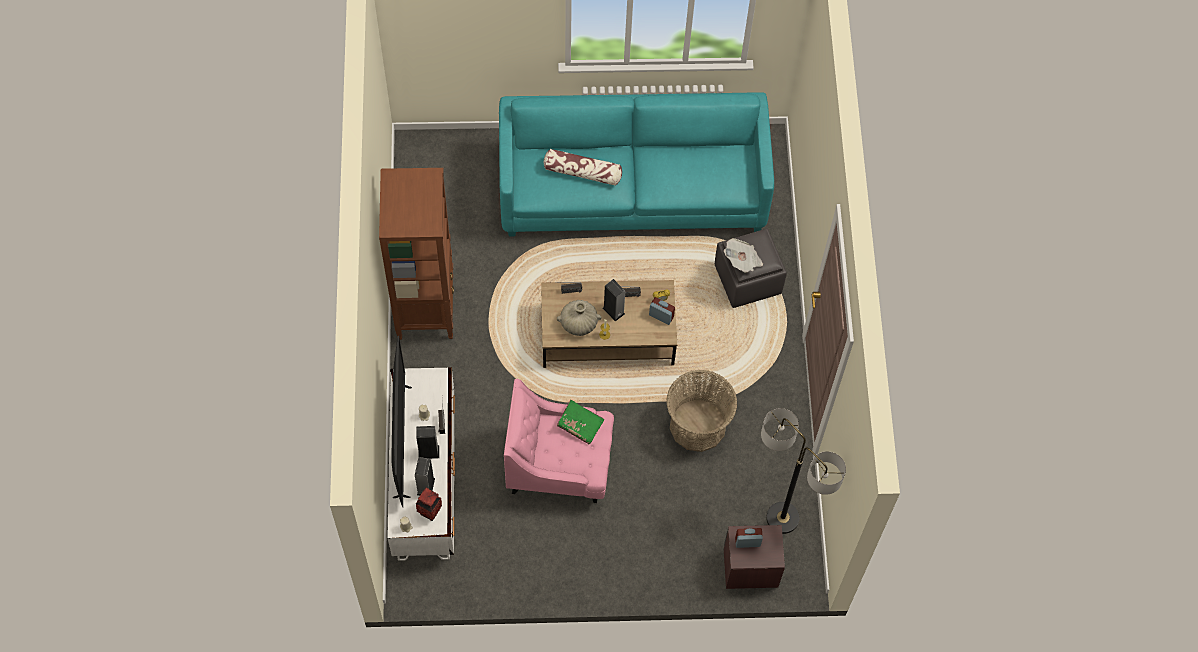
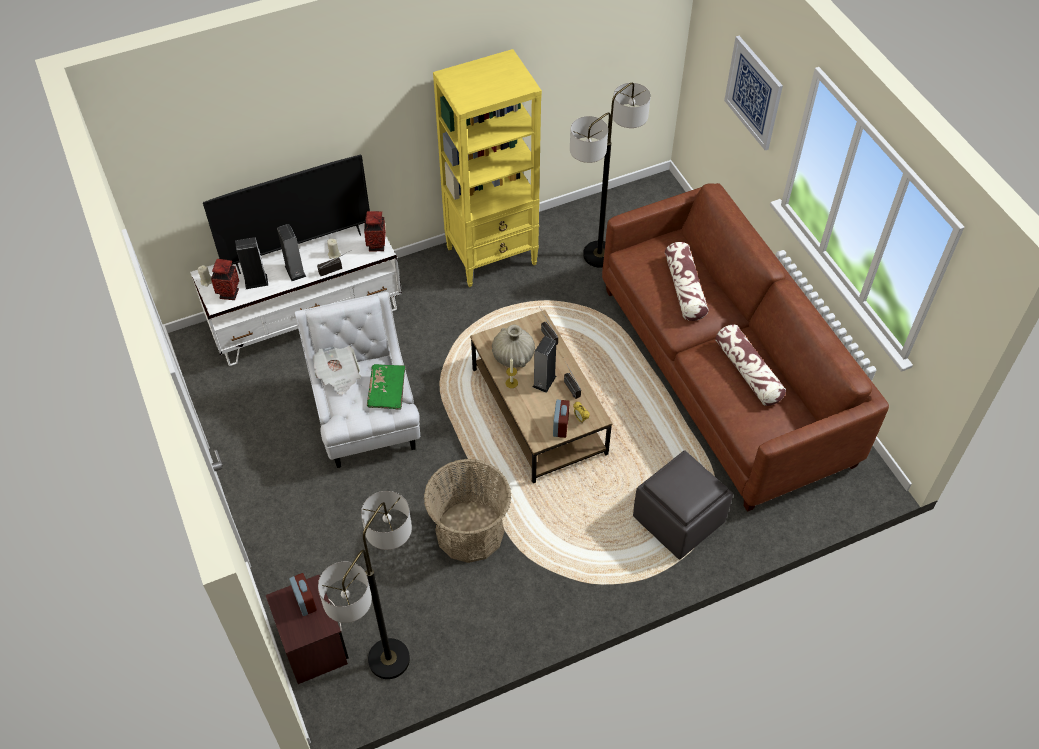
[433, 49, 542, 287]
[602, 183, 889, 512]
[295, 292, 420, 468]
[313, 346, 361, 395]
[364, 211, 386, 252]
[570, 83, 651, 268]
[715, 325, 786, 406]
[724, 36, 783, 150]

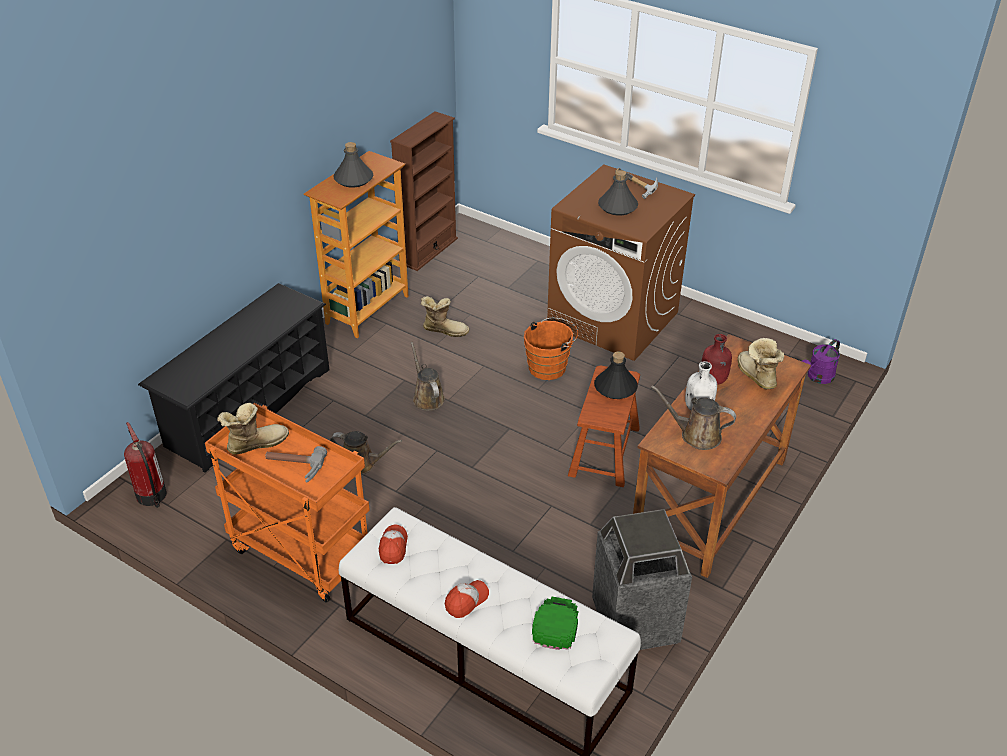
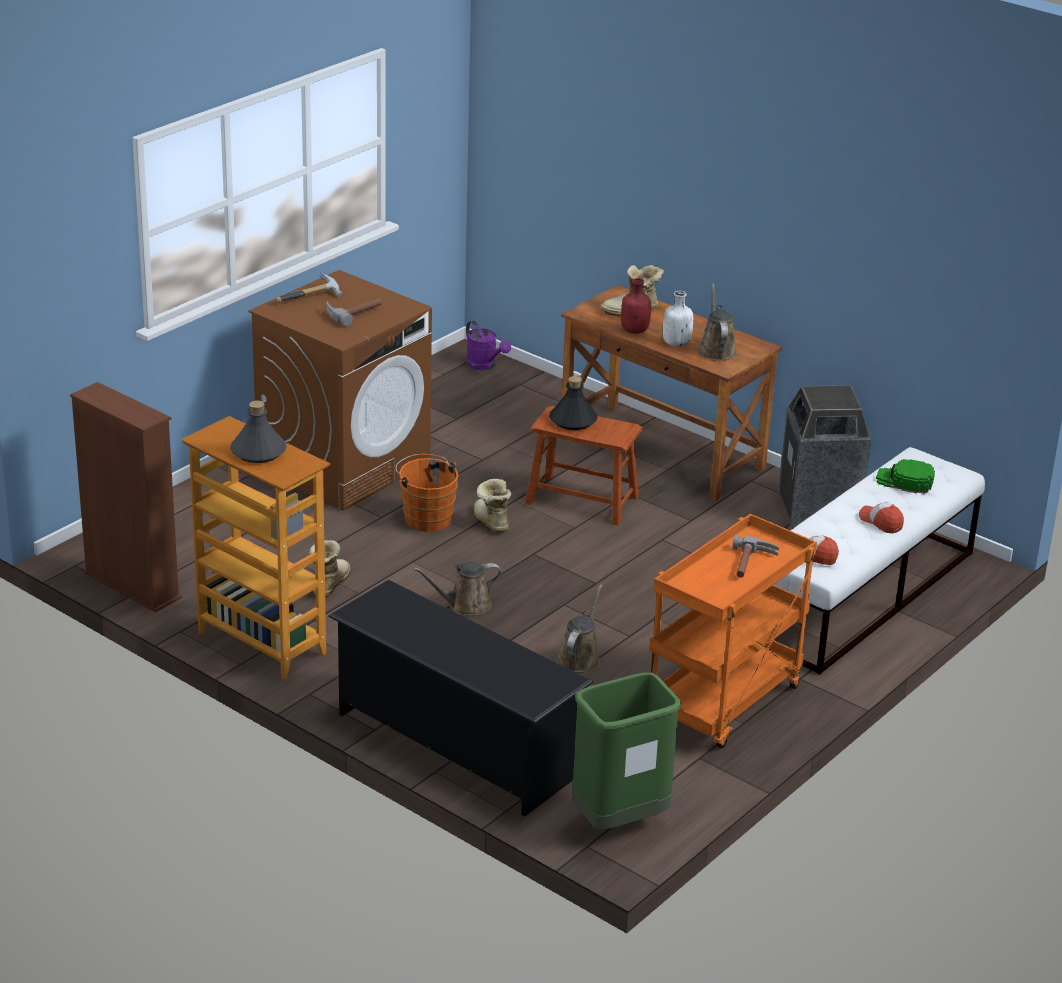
[572, 673, 681, 829]
[474, 479, 511, 532]
[326, 298, 382, 327]
[698, 283, 737, 361]

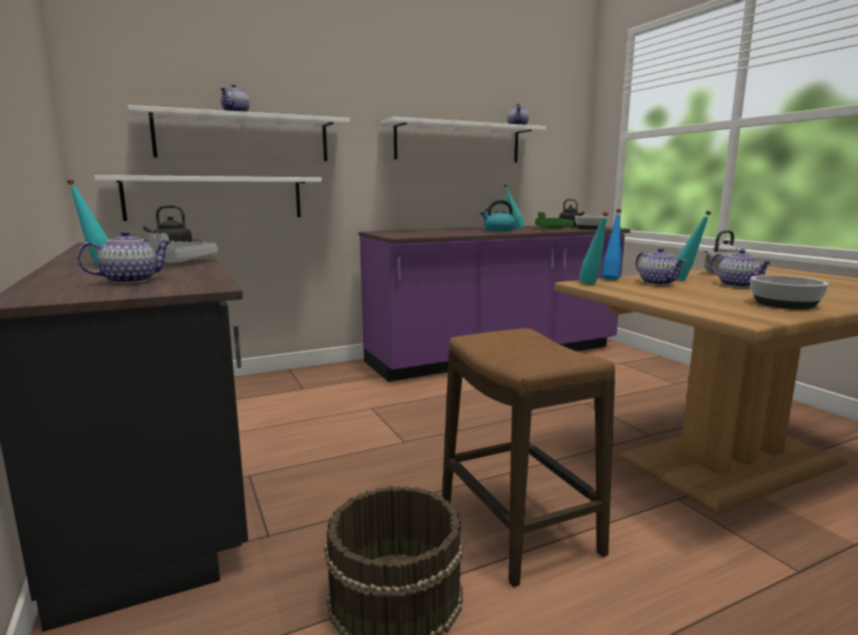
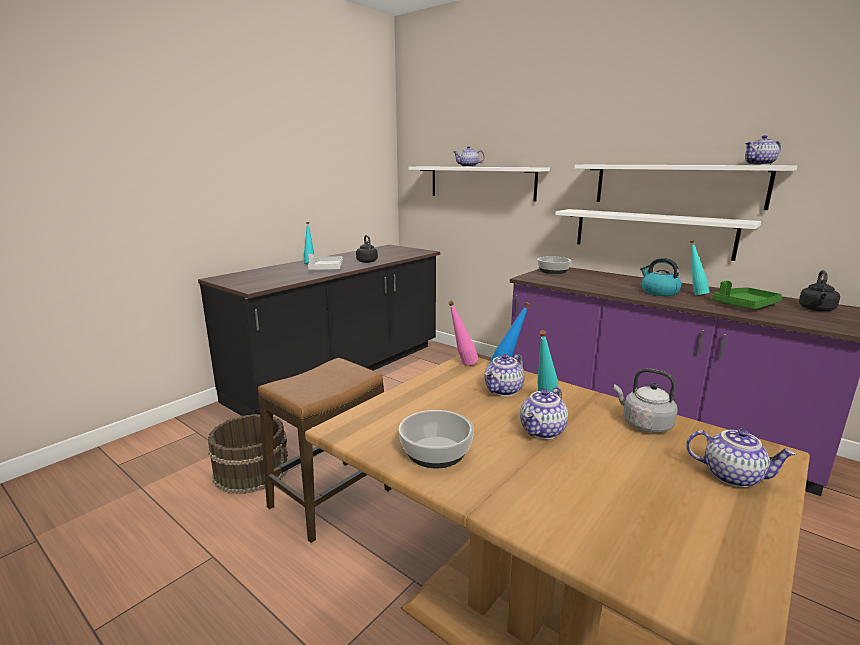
[686, 429, 797, 487]
[555, 209, 761, 261]
[537, 256, 571, 274]
[448, 301, 478, 366]

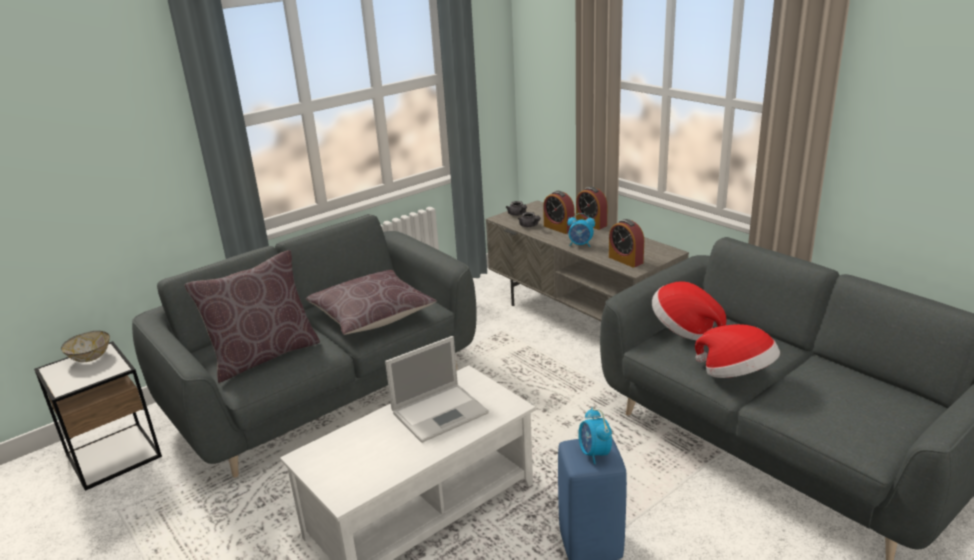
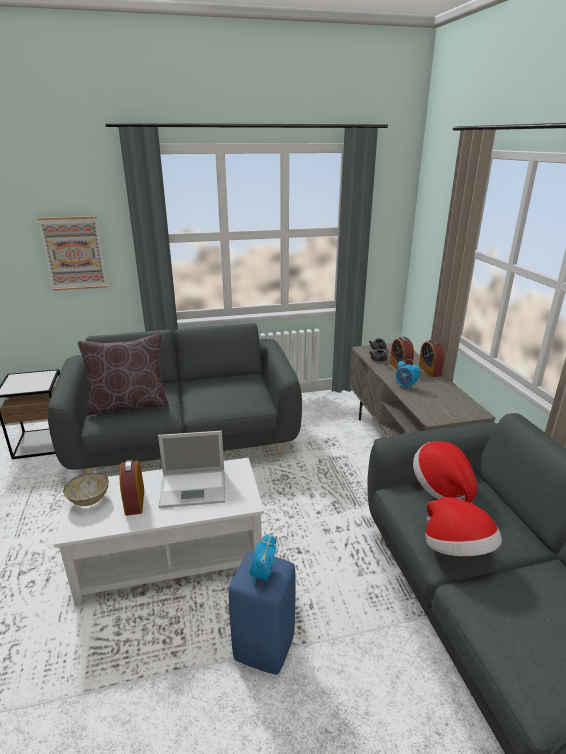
[63, 473, 109, 506]
[306, 270, 436, 335] (first image)
[120, 460, 144, 516]
[37, 216, 108, 291]

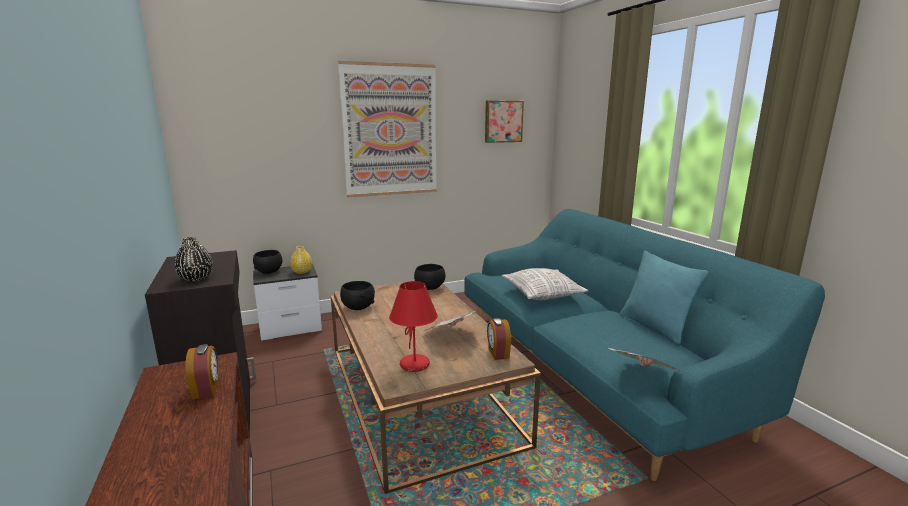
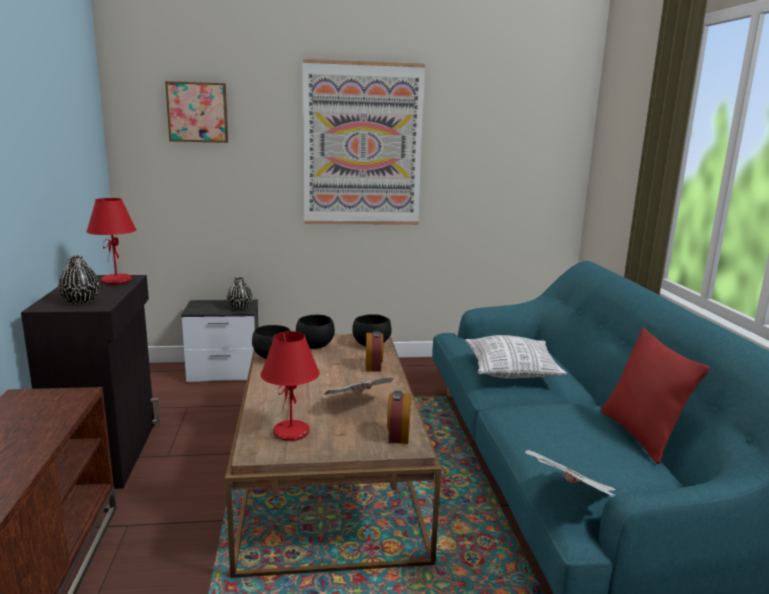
[366, 331, 384, 372]
[296, 315, 335, 349]
[227, 277, 252, 310]
[165, 81, 228, 143]
[601, 328, 710, 464]
[86, 198, 137, 285]

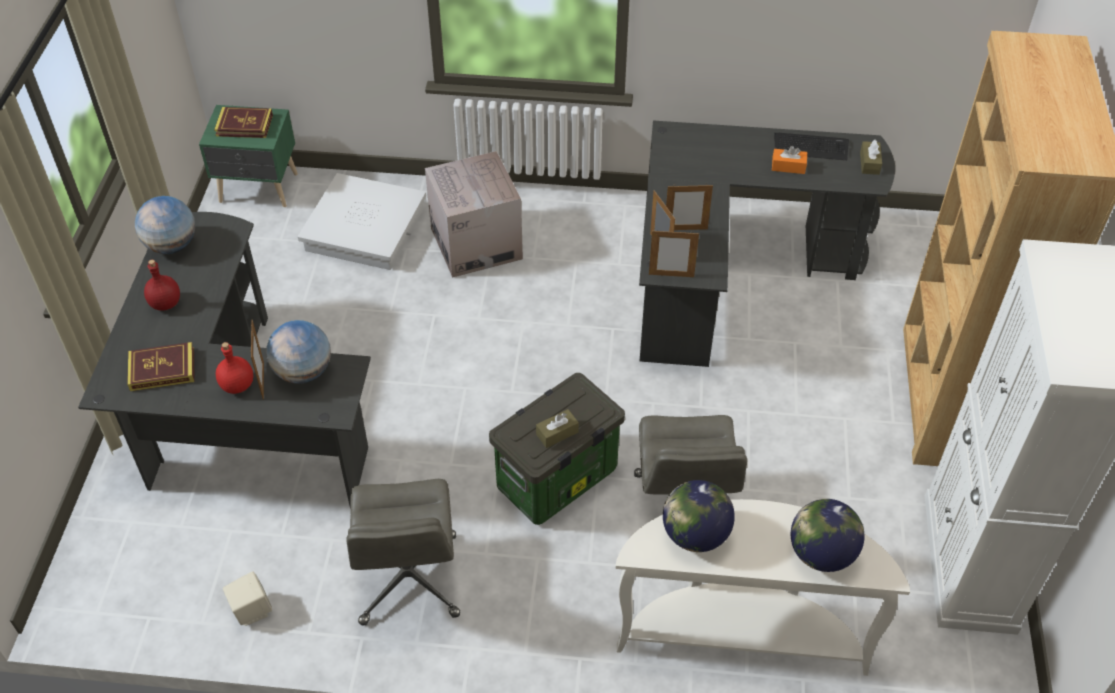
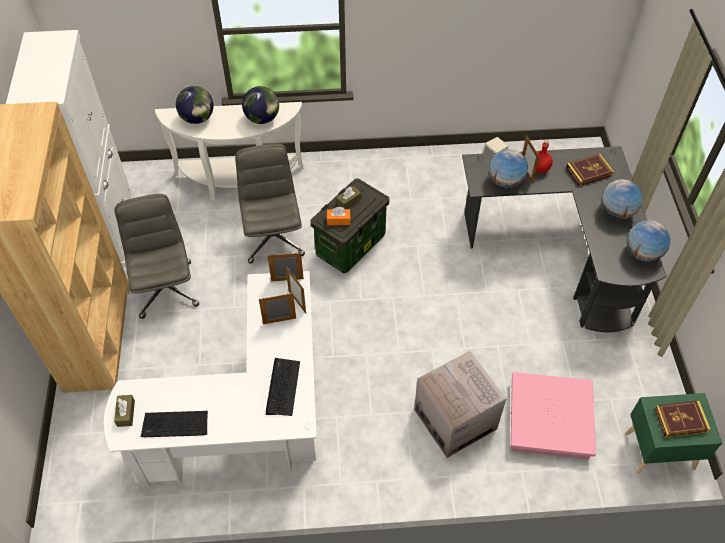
[601, 179, 643, 219]
[510, 372, 596, 459]
[114, 194, 199, 319]
[104, 271, 317, 488]
[327, 207, 351, 225]
[266, 358, 300, 416]

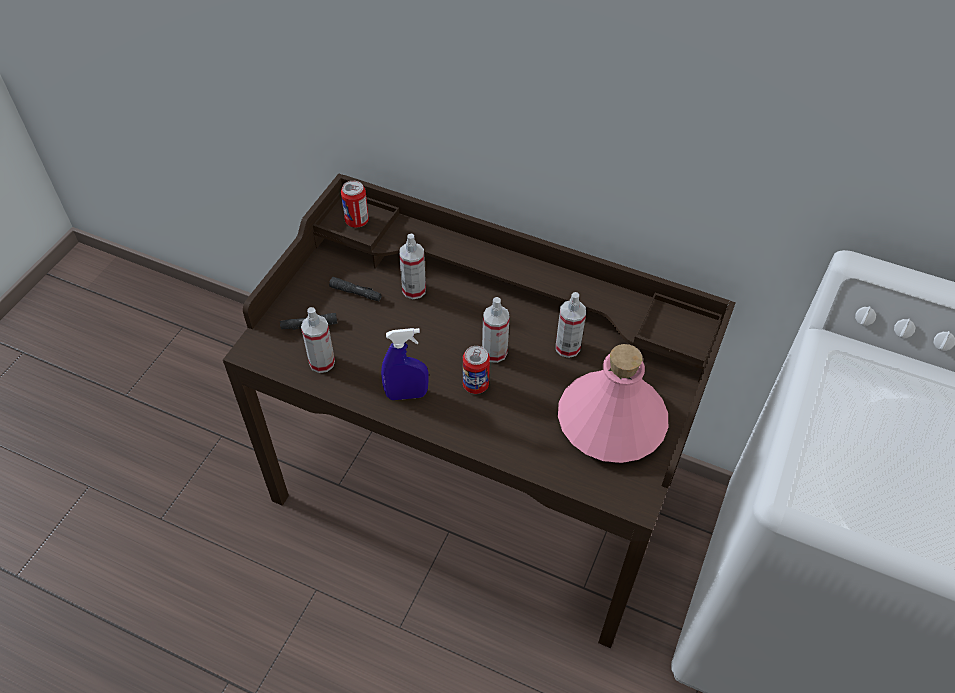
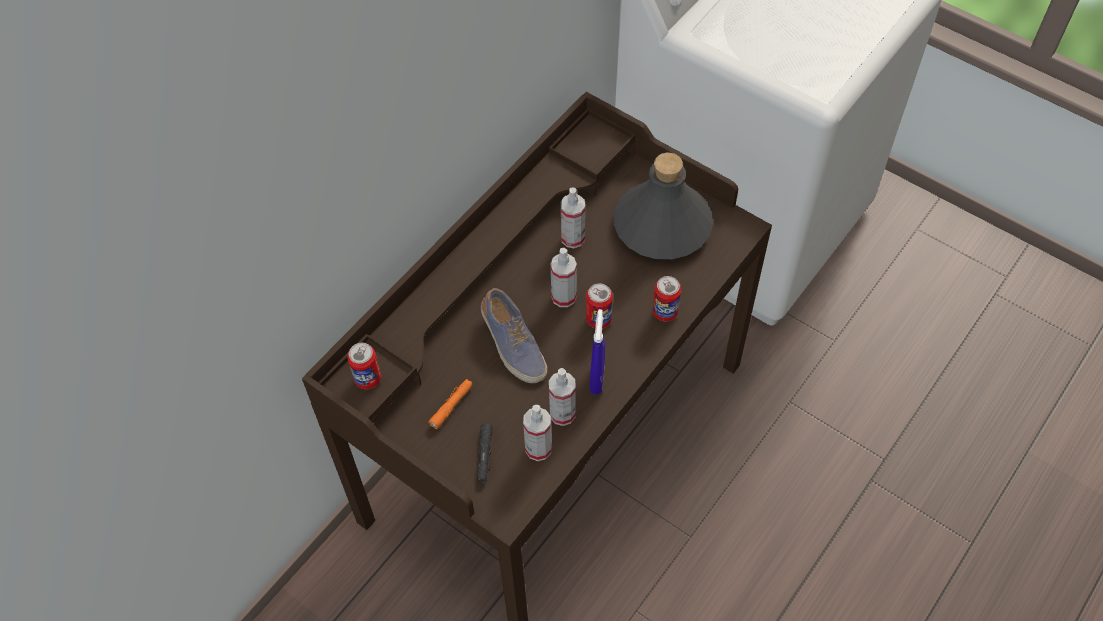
[428, 379, 472, 429]
[549, 368, 576, 426]
[613, 153, 713, 259]
[481, 288, 547, 383]
[653, 276, 681, 321]

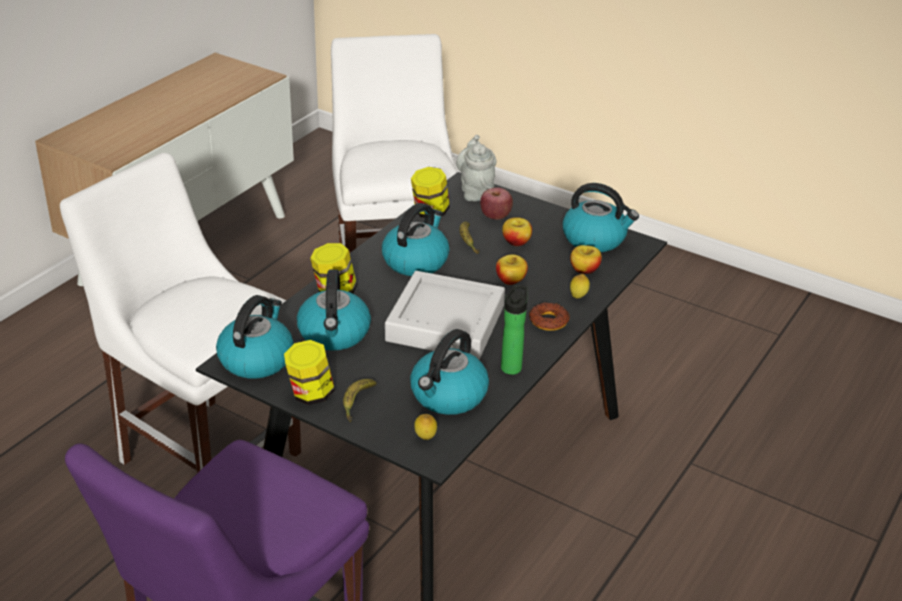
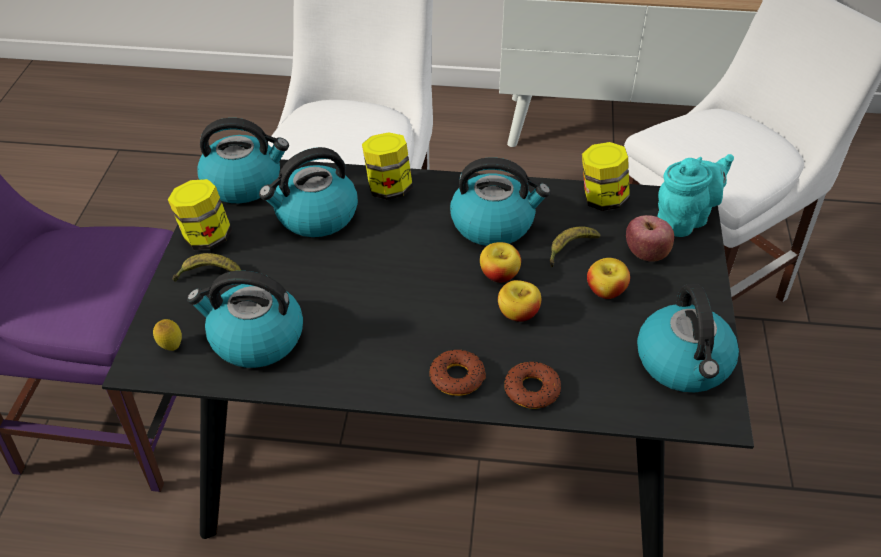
[385, 271, 505, 359] (first image)
[657, 154, 734, 237]
[501, 285, 527, 375] (first image)
[480, 242, 521, 283]
[504, 361, 561, 409]

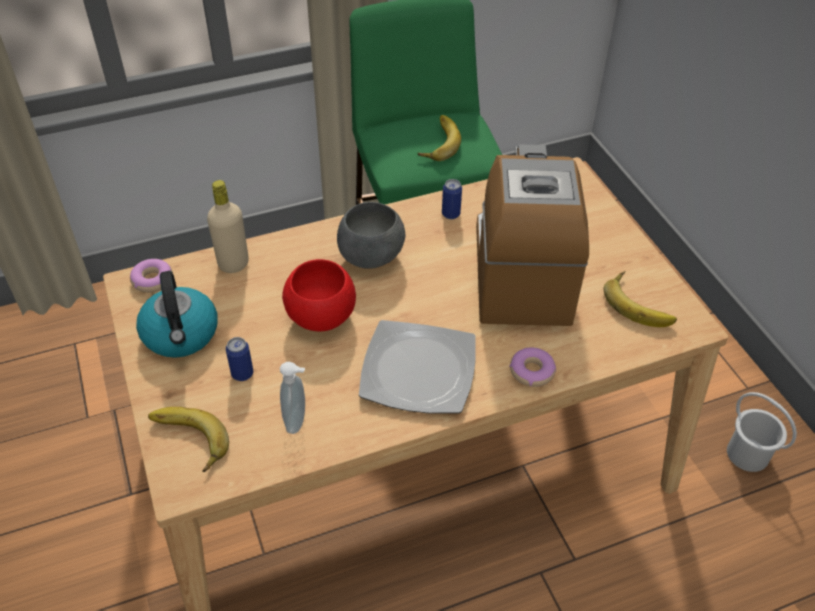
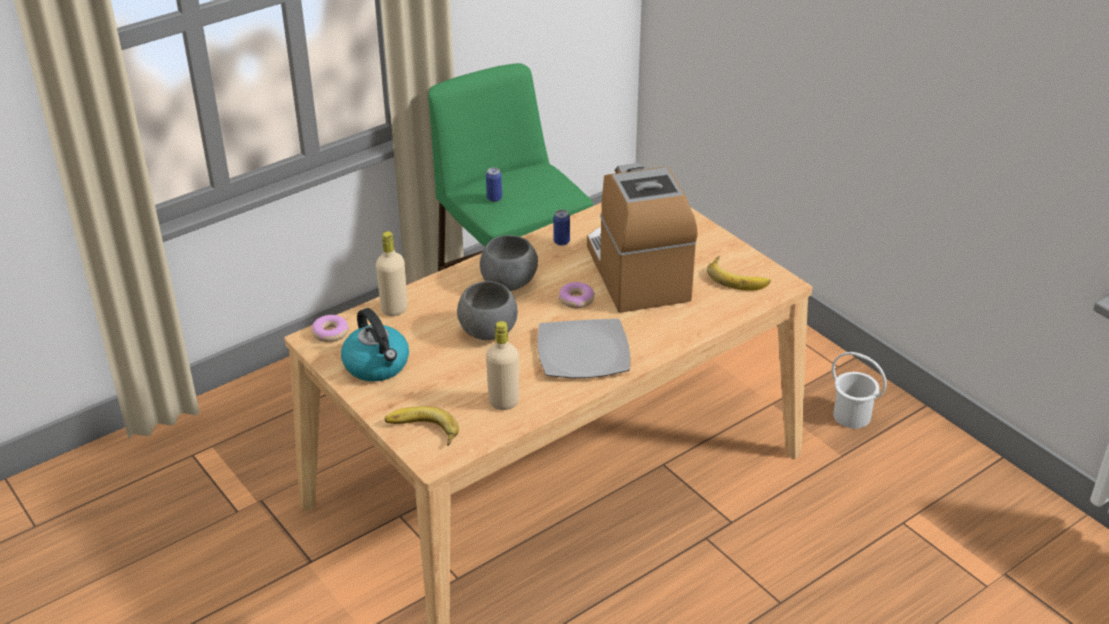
[486, 167, 502, 202]
[486, 321, 519, 410]
[457, 281, 518, 340]
[418, 115, 461, 161] (first image)
[559, 282, 595, 308]

